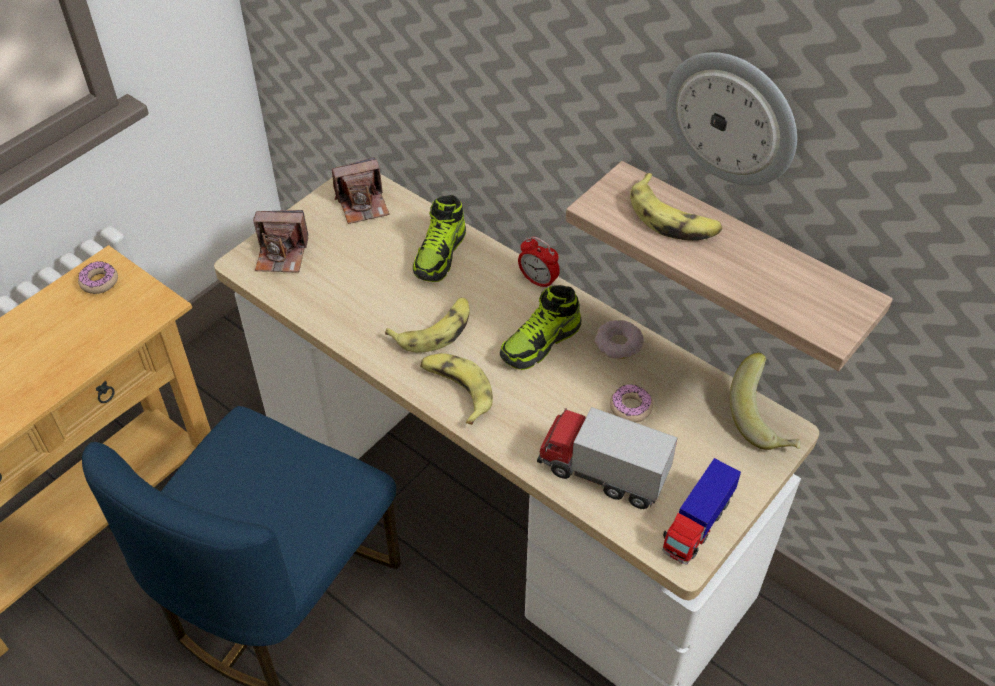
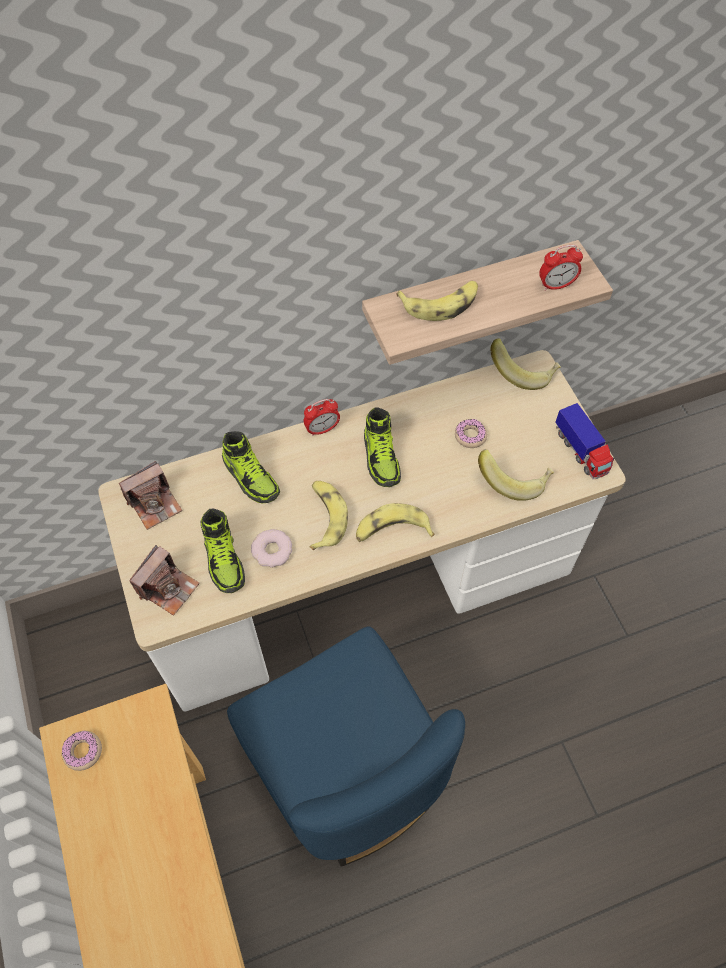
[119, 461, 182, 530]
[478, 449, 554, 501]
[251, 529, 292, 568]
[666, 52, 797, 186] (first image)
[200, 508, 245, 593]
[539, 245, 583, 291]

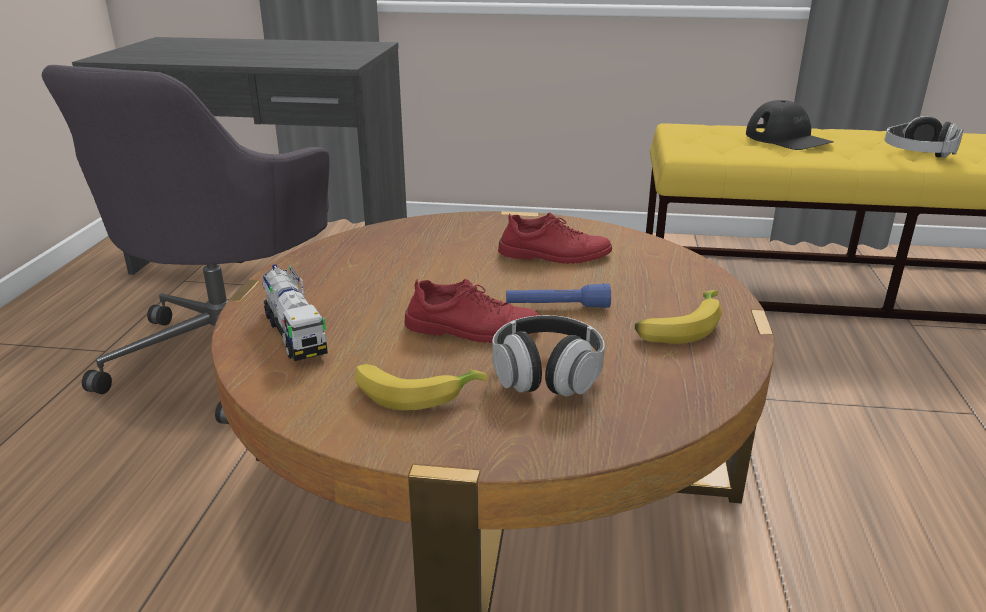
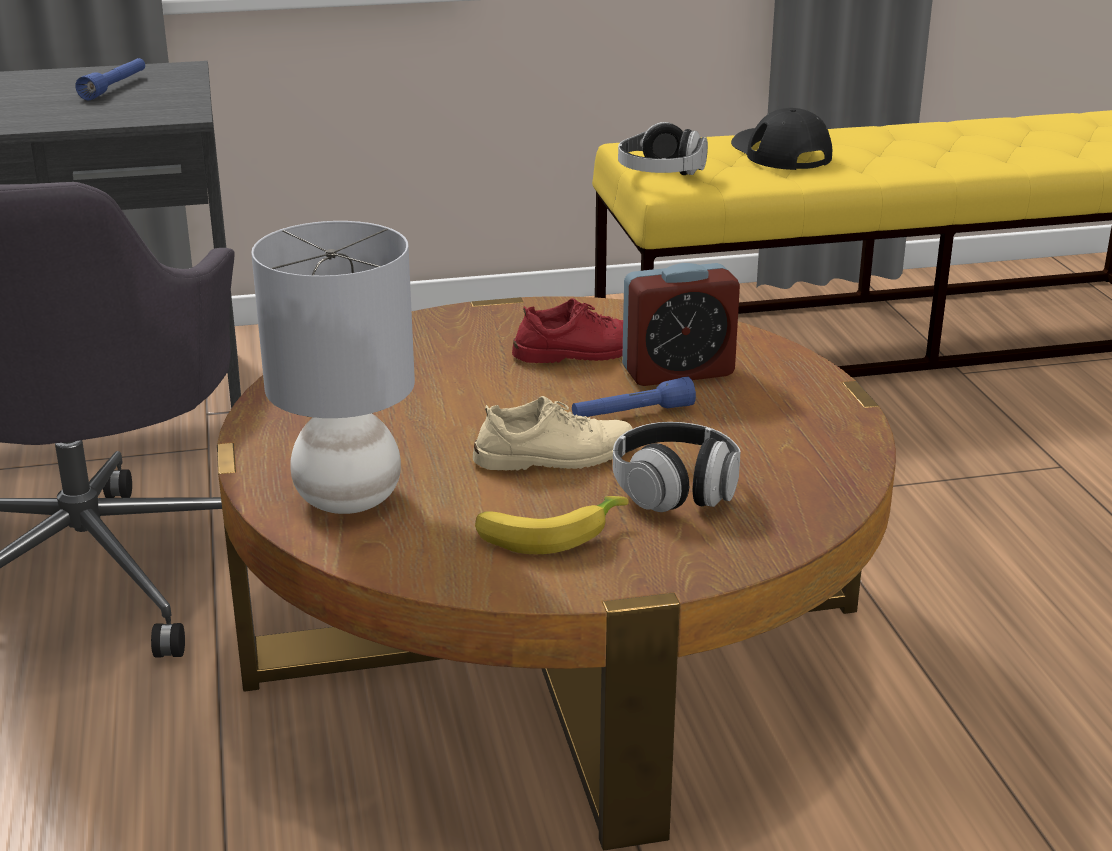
[251, 221, 415, 514]
[473, 396, 633, 471]
[635, 290, 722, 344] (first image)
[731, 108, 832, 170]
[618, 122, 708, 175]
[75, 58, 145, 100]
[622, 263, 740, 386]

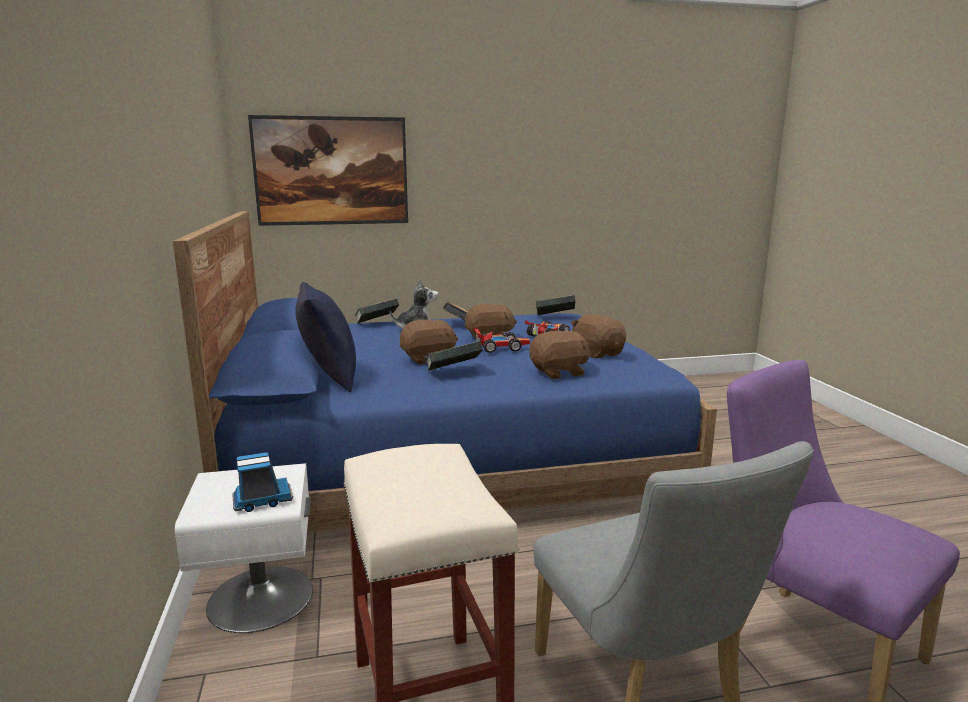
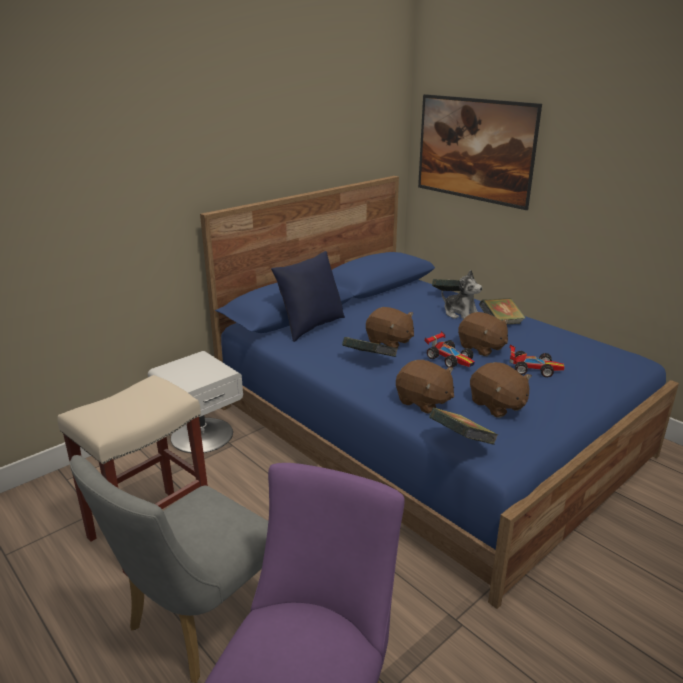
[233, 453, 293, 512] (first image)
[429, 408, 498, 445]
[470, 362, 532, 418]

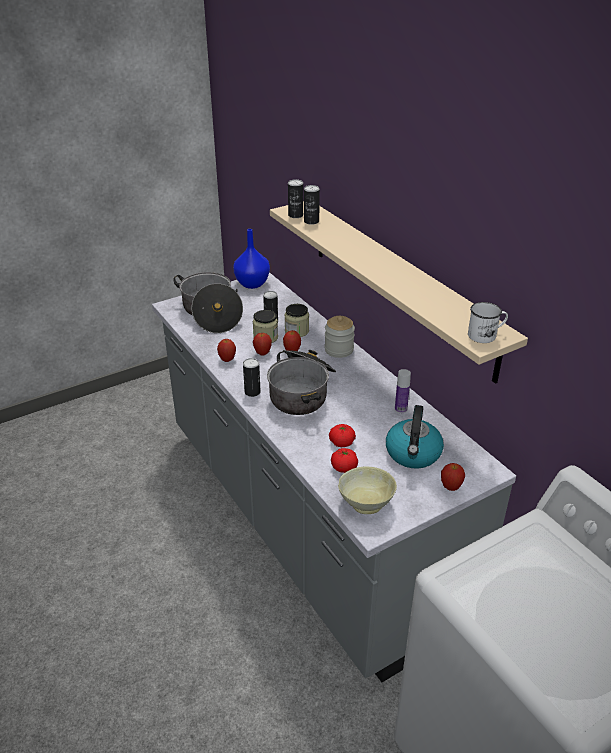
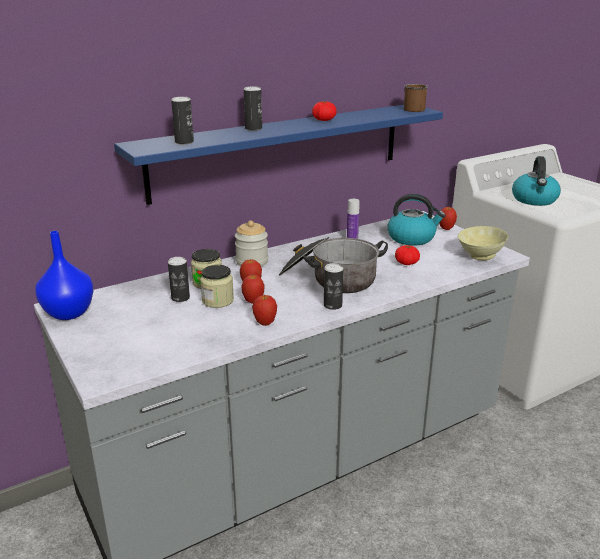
[173, 272, 243, 333] (first image)
[114, 105, 443, 205]
[244, 86, 262, 131]
[312, 101, 337, 121]
[404, 84, 428, 112]
[512, 156, 561, 206]

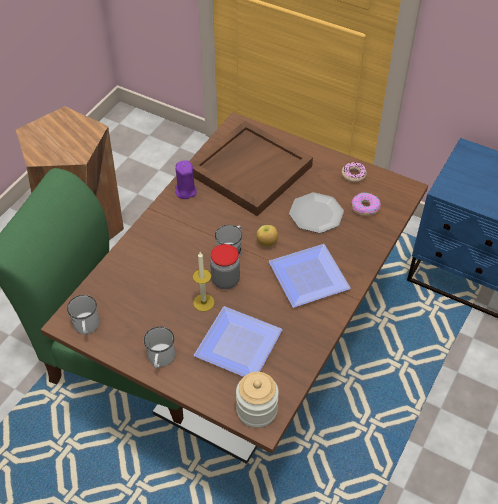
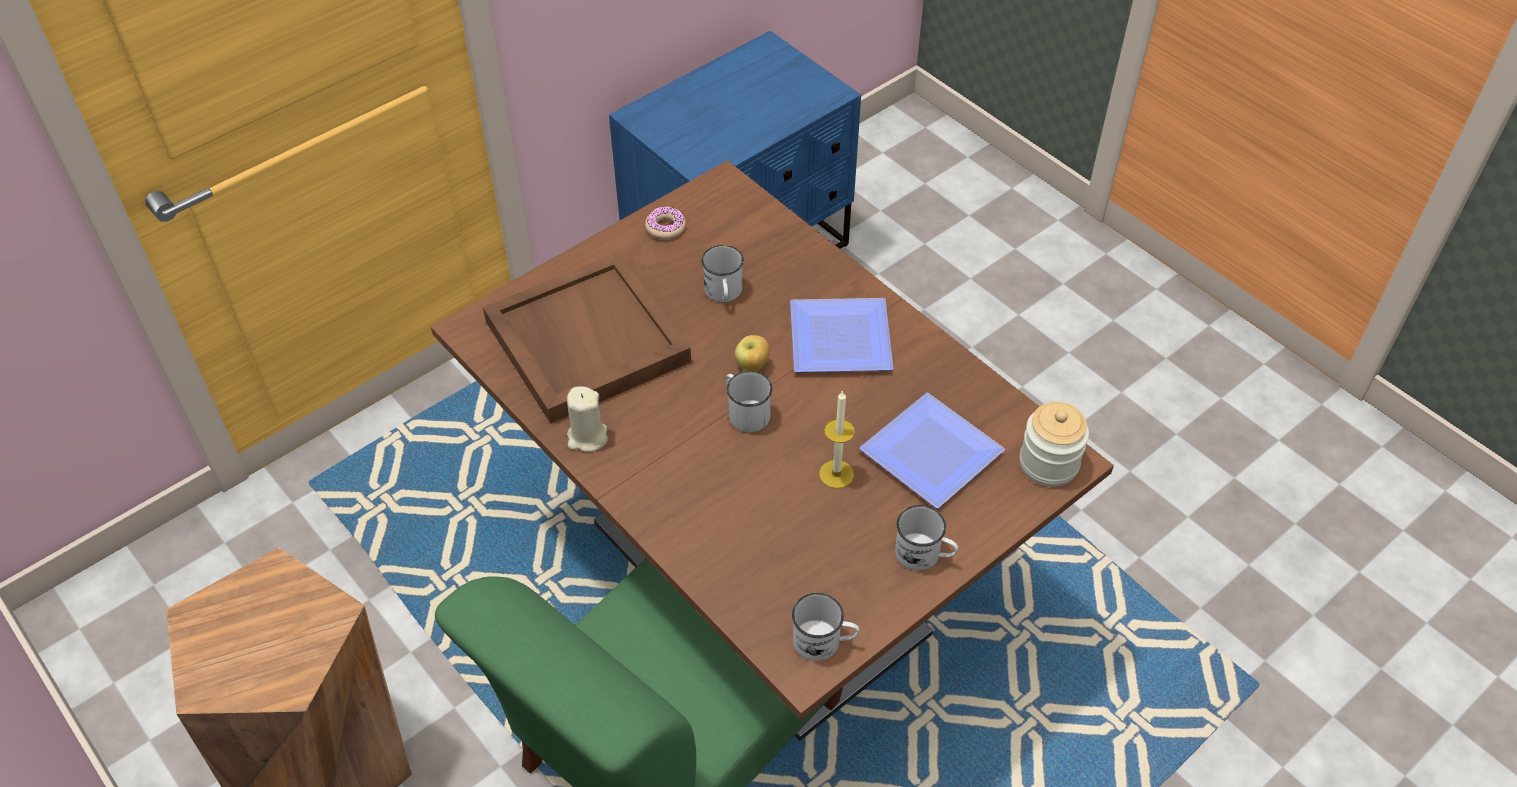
[567, 386, 608, 452]
[210, 244, 240, 289] (first image)
[701, 245, 744, 302]
[352, 192, 381, 216] (first image)

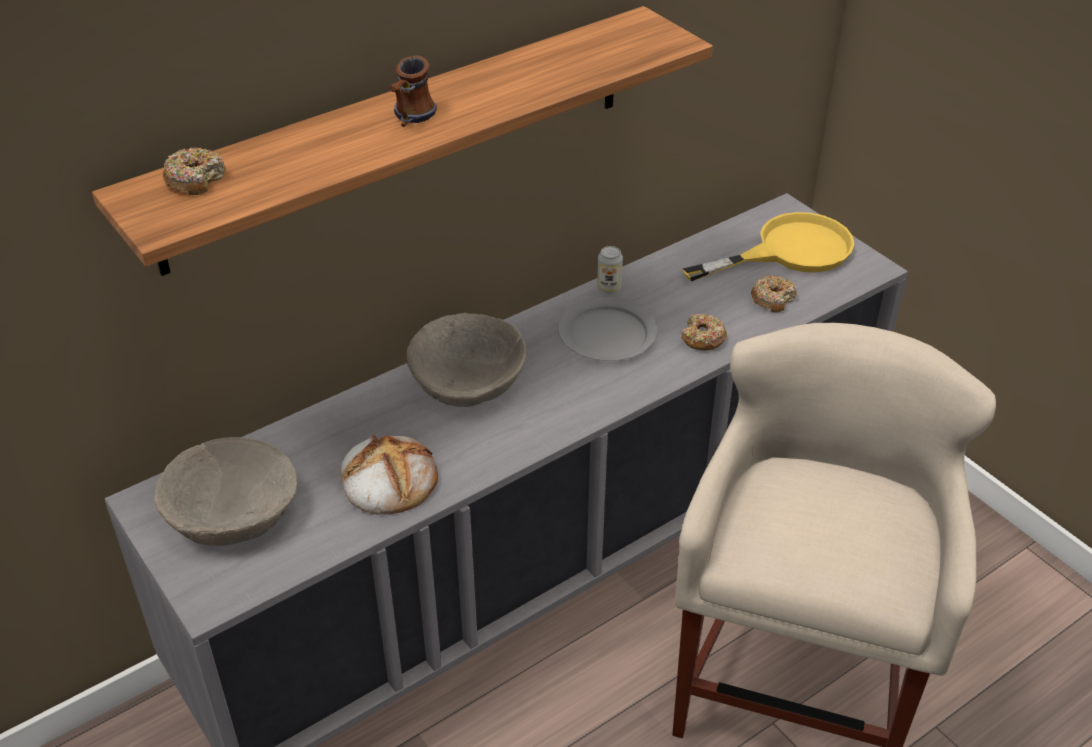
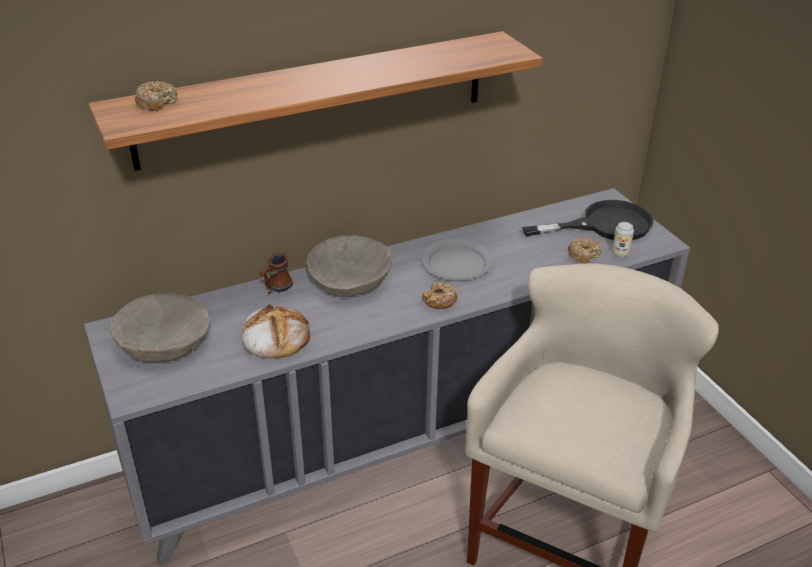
[259, 252, 293, 294]
[612, 222, 634, 257]
[422, 282, 458, 309]
[522, 200, 654, 240]

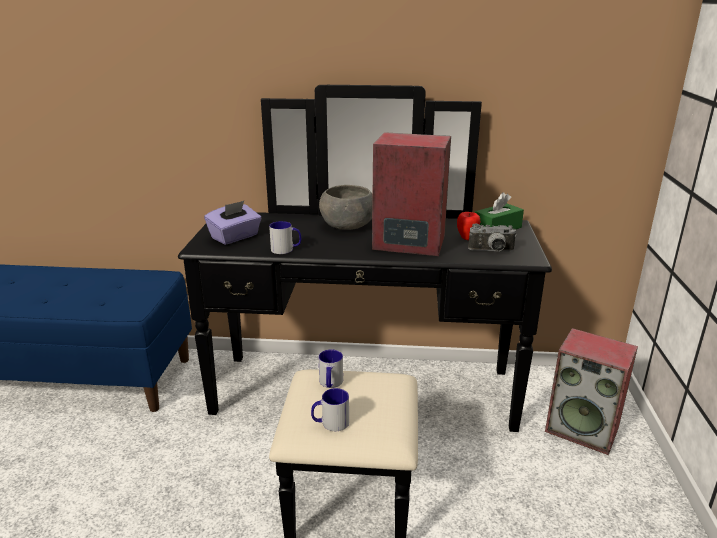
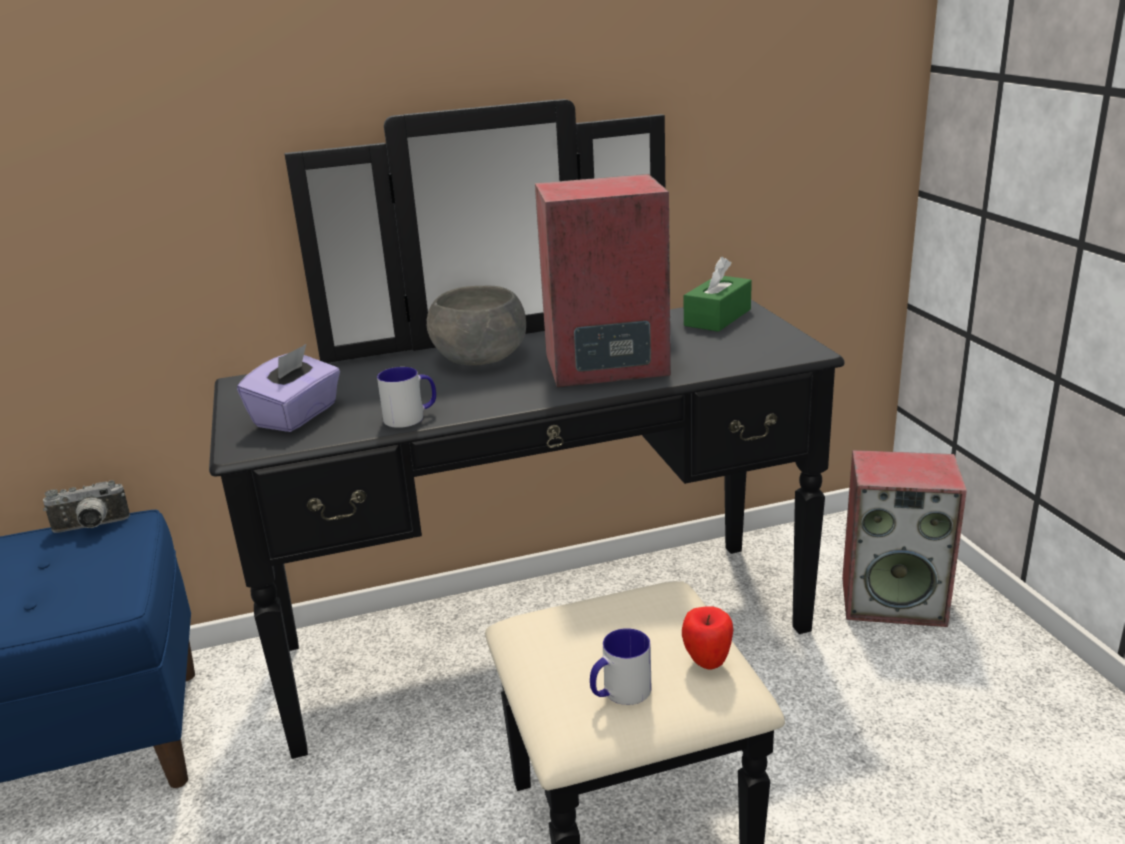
[319, 350, 343, 388] (first image)
[682, 606, 733, 670]
[43, 480, 130, 533]

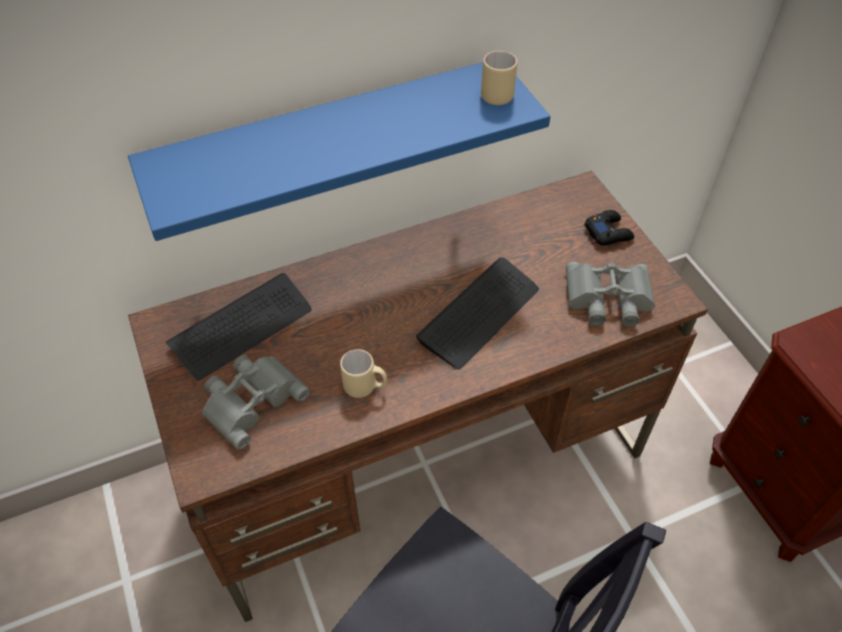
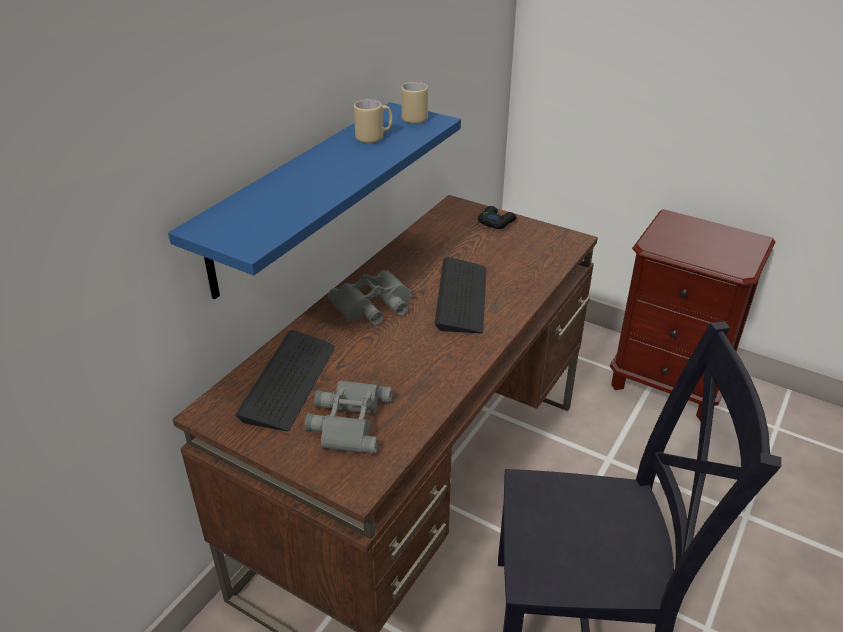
[354, 99, 393, 143]
[328, 270, 412, 325]

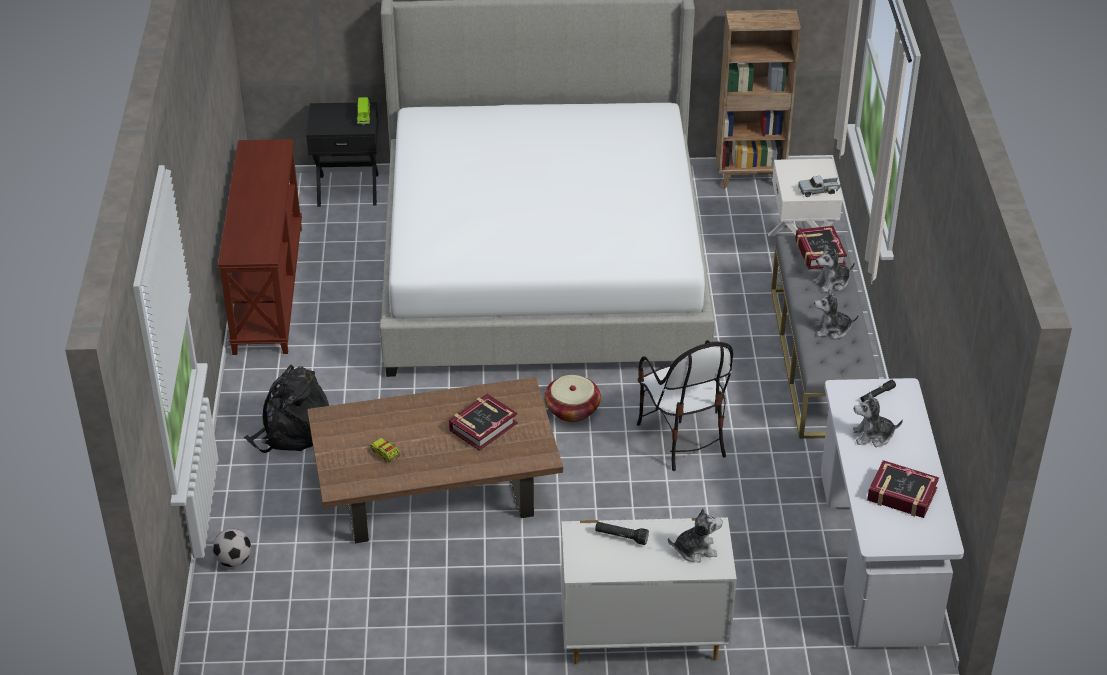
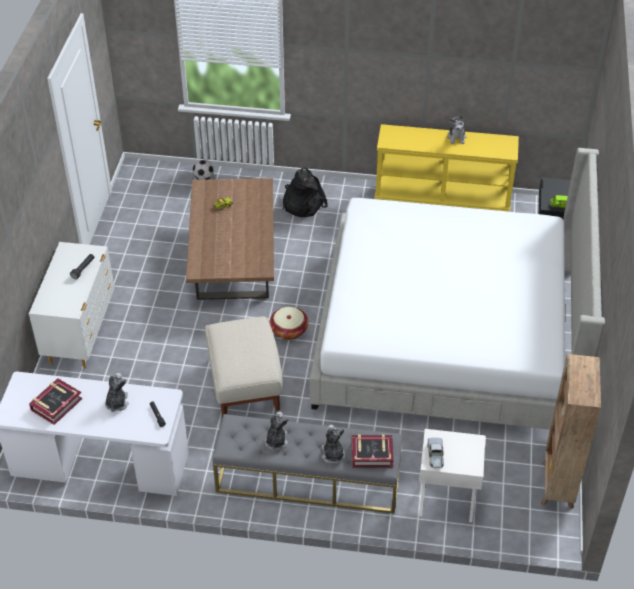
[375, 124, 519, 212]
[449, 394, 517, 451] (first image)
[205, 316, 283, 418]
[447, 115, 466, 144]

